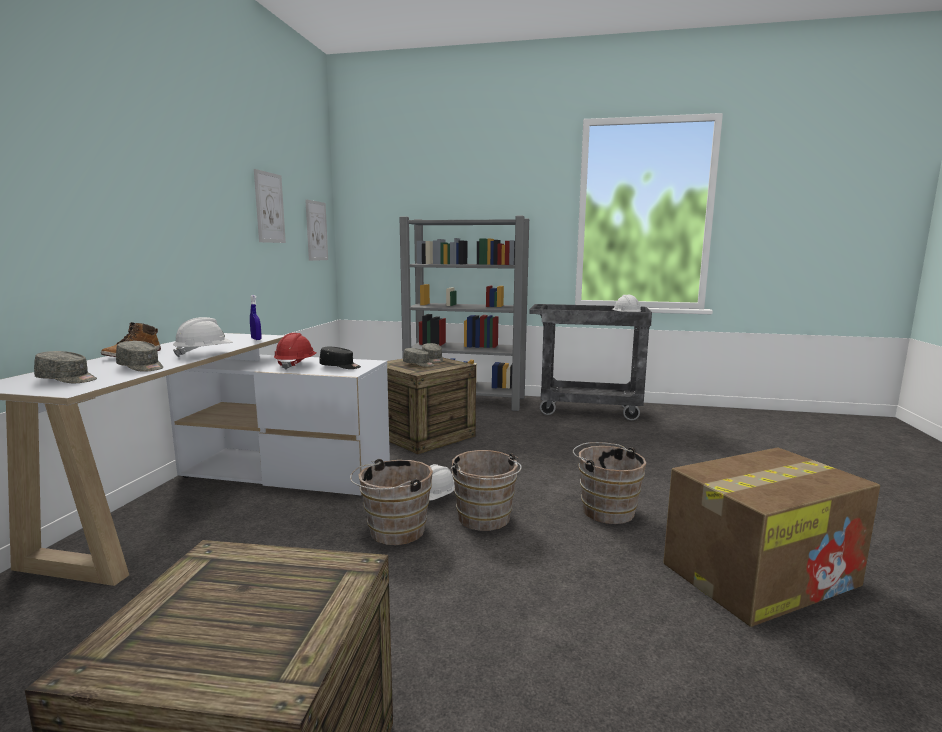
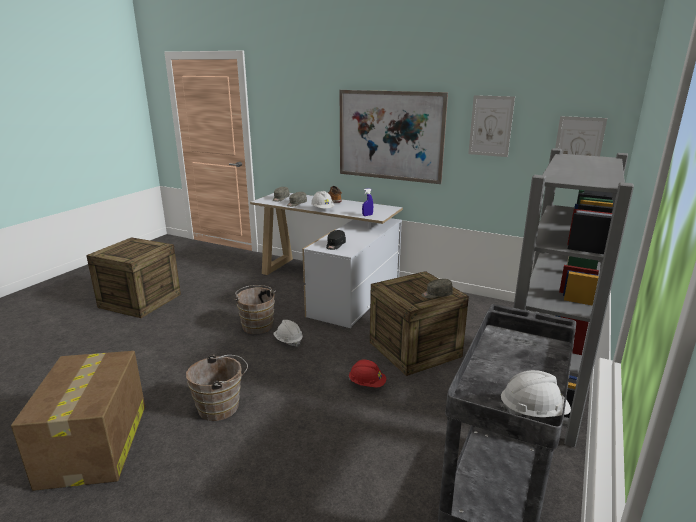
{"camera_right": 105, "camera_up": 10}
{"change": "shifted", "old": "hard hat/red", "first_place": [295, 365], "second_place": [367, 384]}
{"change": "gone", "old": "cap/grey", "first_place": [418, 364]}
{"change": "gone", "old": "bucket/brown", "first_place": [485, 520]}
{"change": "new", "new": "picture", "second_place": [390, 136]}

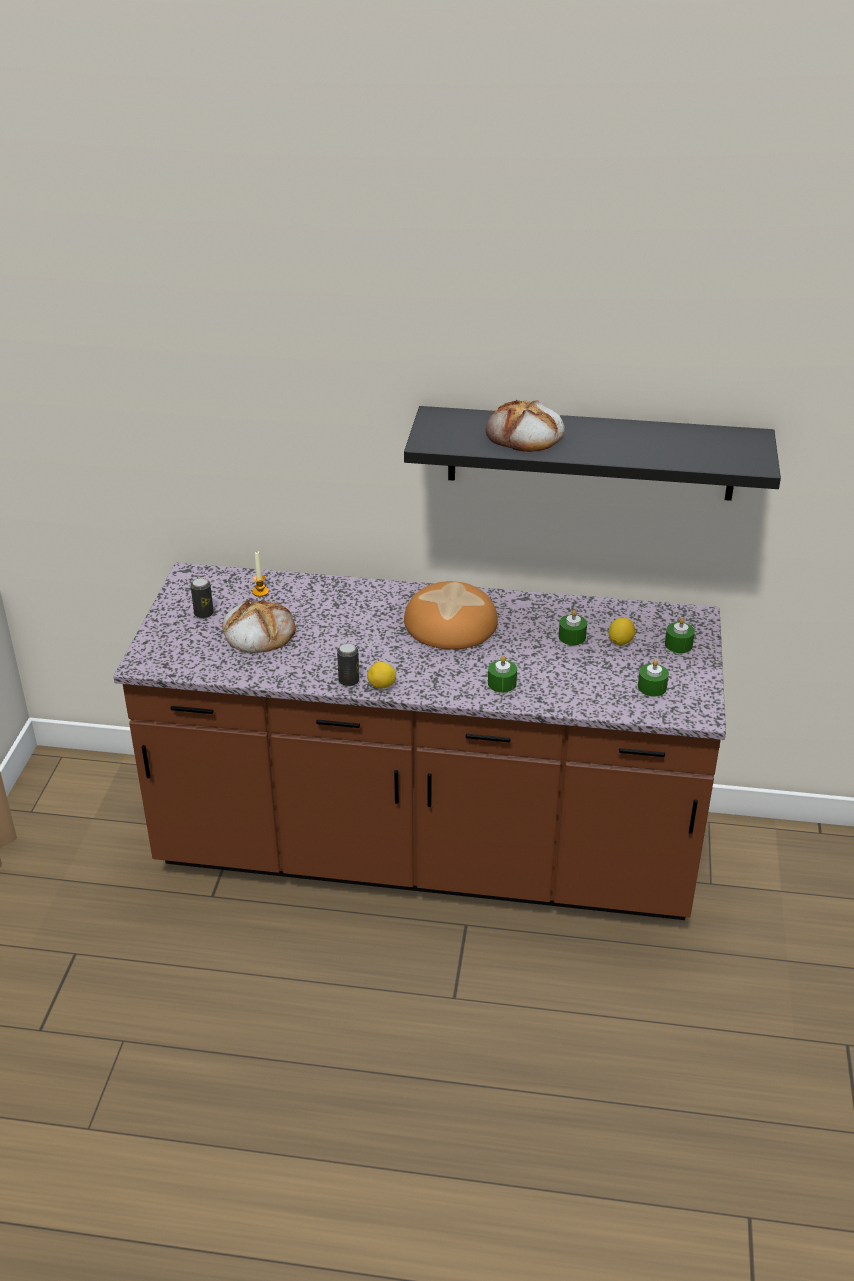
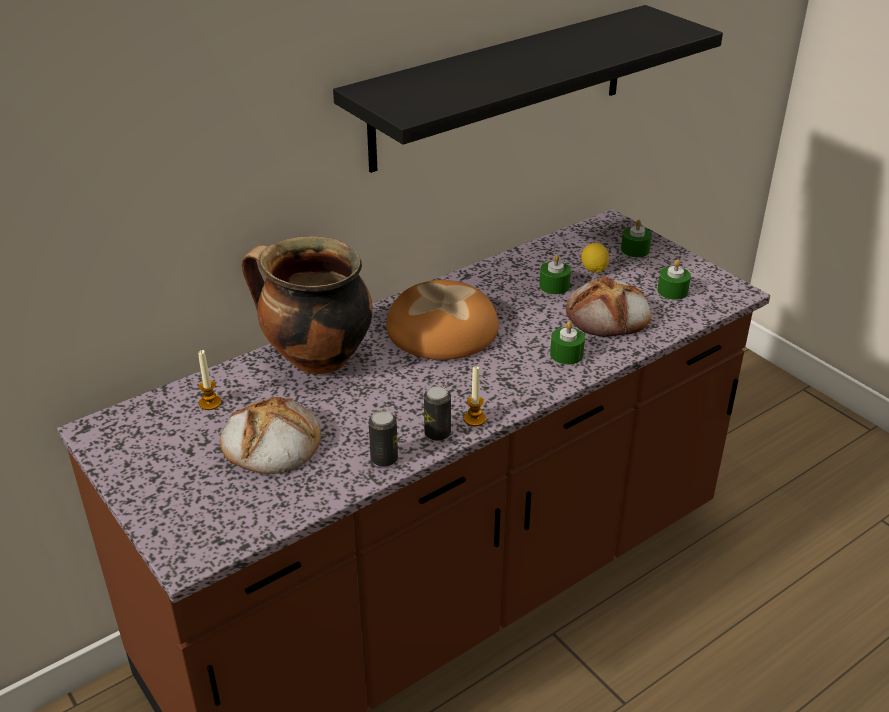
{"camera_right": -45, "camera_up": 0}
{"change": "shifted", "old": "can", "first_place": [204, 613], "second_place": [384, 459]}
{"change": "swapped", "old": "lemon", "new": "candle", "first_place": [382, 686], "second_place": [474, 419]}
{"change": "shifted", "old": "bread", "first_place": [525, 435], "second_place": [609, 315]}
{"change": "new", "new": "cooking pot", "second_place": [315, 359]}

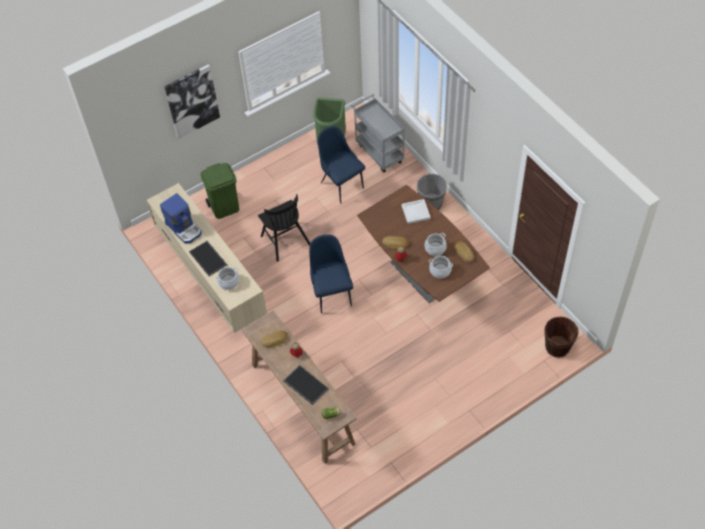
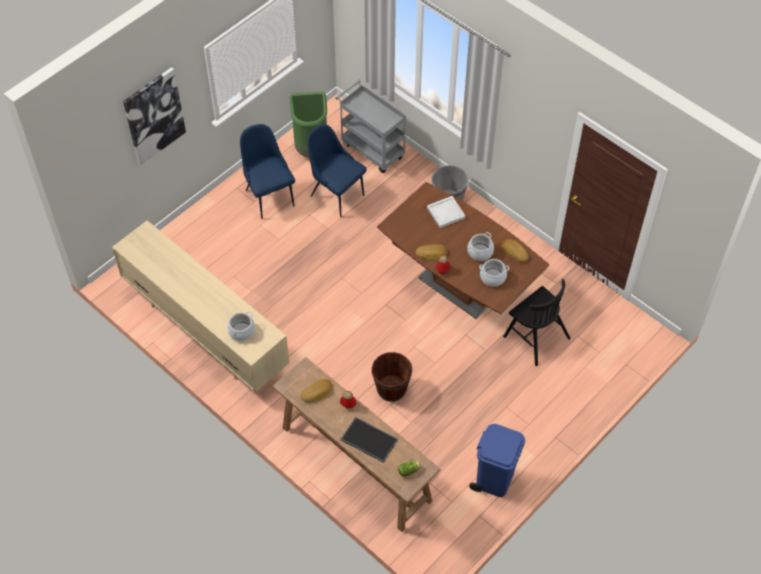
{"camera_right": -15, "camera_up": 0}
{"change": "gone", "old": "coffee machine", "first_place": [184, 228]}
{"change": "gone", "old": "tray", "first_place": [208, 258]}
{"change": "gone", "old": "trash can/green", "first_place": [225, 207]}
{"change": "shifted", "old": "chair/black", "first_place": [284, 238], "second_place": [534, 335]}
{"change": "shifted", "old": "chair/blue", "first_place": [331, 295], "second_place": [269, 198]}
{"change": "shifted", "old": "bucket/brown", "first_place": [557, 347], "second_place": [391, 389]}
{"change": "new", "new": "trash can/blue", "second_place": [494, 478]}

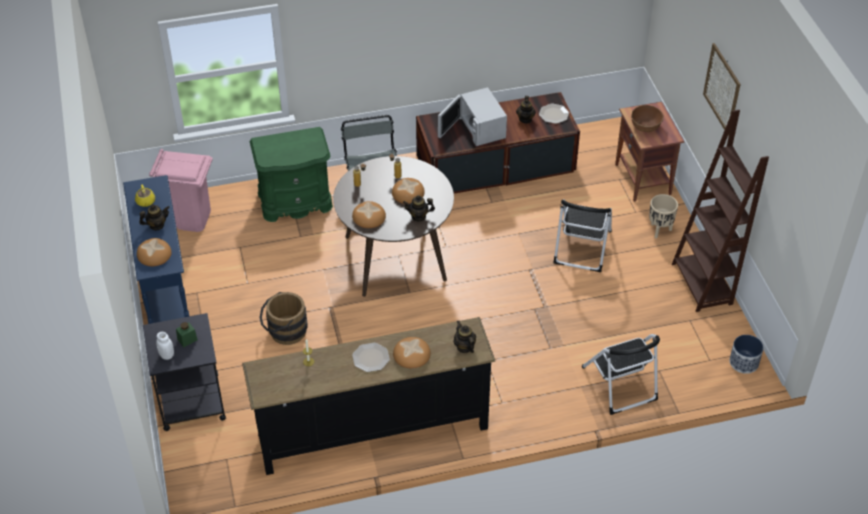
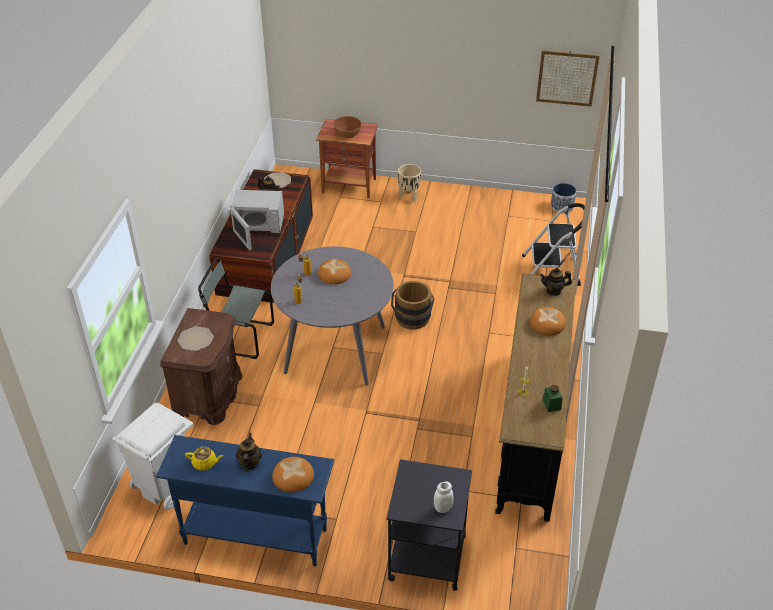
{"camera_right": -65, "camera_up": -5}
{"change": "repainted", "old": "trash can/pink", "new": "trash can/white", "first_place": [189, 218], "second_place": [165, 485]}
{"change": "shifted", "old": "jar/green", "first_place": [187, 339], "second_place": [551, 404]}
{"change": "repainted", "old": "nightstand/green", "new": "nightstand/brown", "first_place": [296, 202], "second_place": [211, 394]}
{"change": "shifted", "old": "bucket/brown", "first_place": [284, 332], "second_place": [412, 320]}
{"change": "repainted", "old": "dining table/brown", "new": "dining table/grey", "first_place": [395, 258], "second_place": [335, 349]}
{"change": "gone", "old": "bread", "first_place": [369, 217]}
{"change": "shifted", "old": "plate", "first_place": [370, 357], "second_place": [195, 339]}
{"change": "gone", "old": "teapot", "first_place": [418, 216]}
{"change": "gone", "old": "step ladder", "first_place": [581, 248]}
{"change": "gone", "old": "bookcase/brown", "first_place": [702, 284]}
{"change": "shifted", "old": "picture", "first_place": [722, 88], "second_place": [567, 77]}

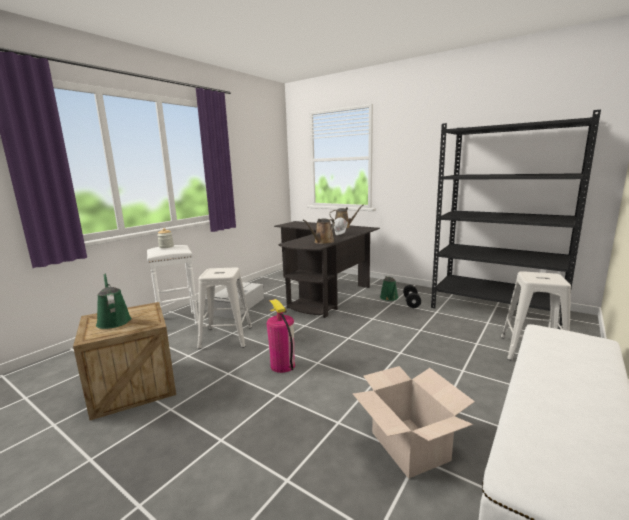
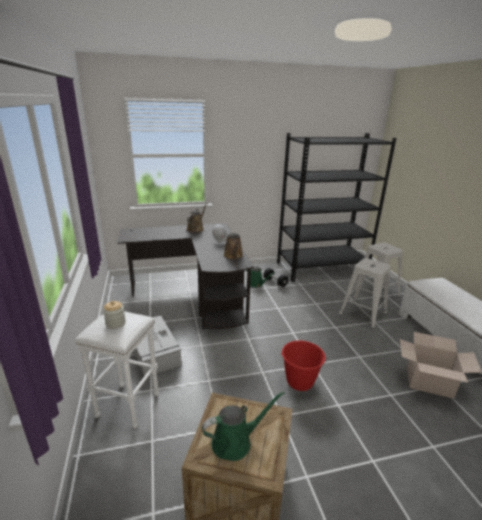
{"camera_right": -50, "camera_up": 10}
{"change": "rotated", "old": "watering can/green", "first_place": [113, 321], "second_place": [235, 441], "degrees": 150}
{"change": "shifted", "old": "stool/white", "first_place": [226, 337], "second_place": [362, 313]}
{"change": "swapped", "old": "fire extinguisher", "new": "bucket/red", "first_place": [282, 365], "second_place": [300, 381]}

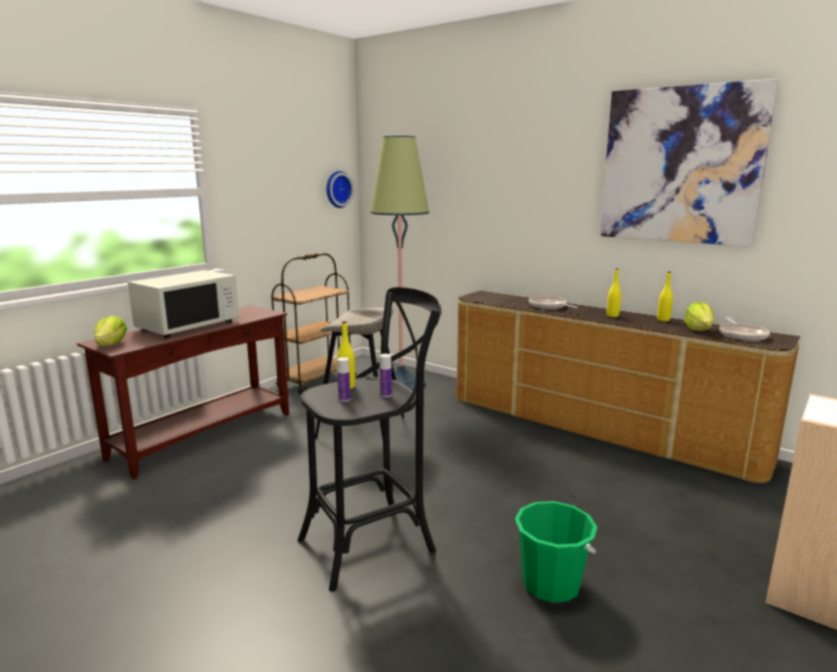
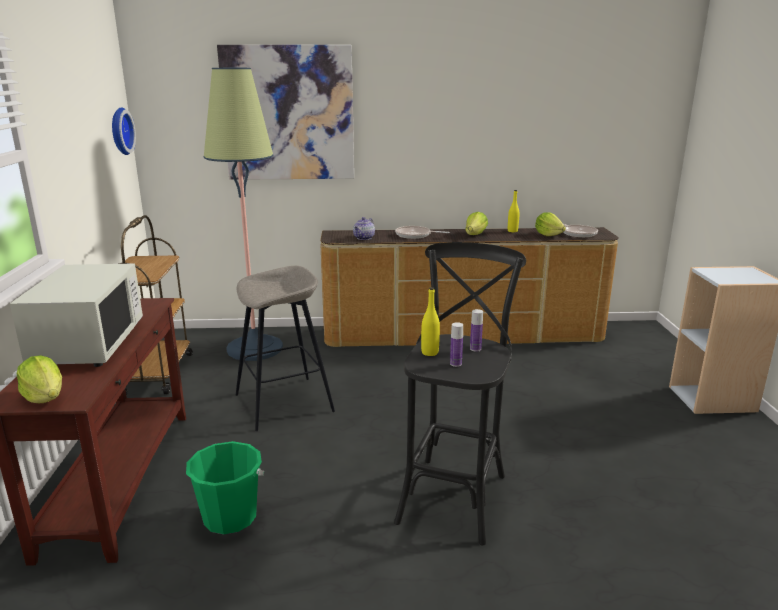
{"camera_right": -40, "camera_up": 5}
{"change": "shifted", "old": "bucket/green", "first_place": [551, 584], "second_place": [230, 517]}
{"change": "shifted", "old": "picture", "first_place": [680, 165], "second_place": [288, 114]}
{"change": "swapped", "old": "bottle/yellow", "new": "lettuce", "first_place": [612, 315], "second_place": [475, 234]}
{"change": "new", "new": "teapot", "second_place": [364, 238]}

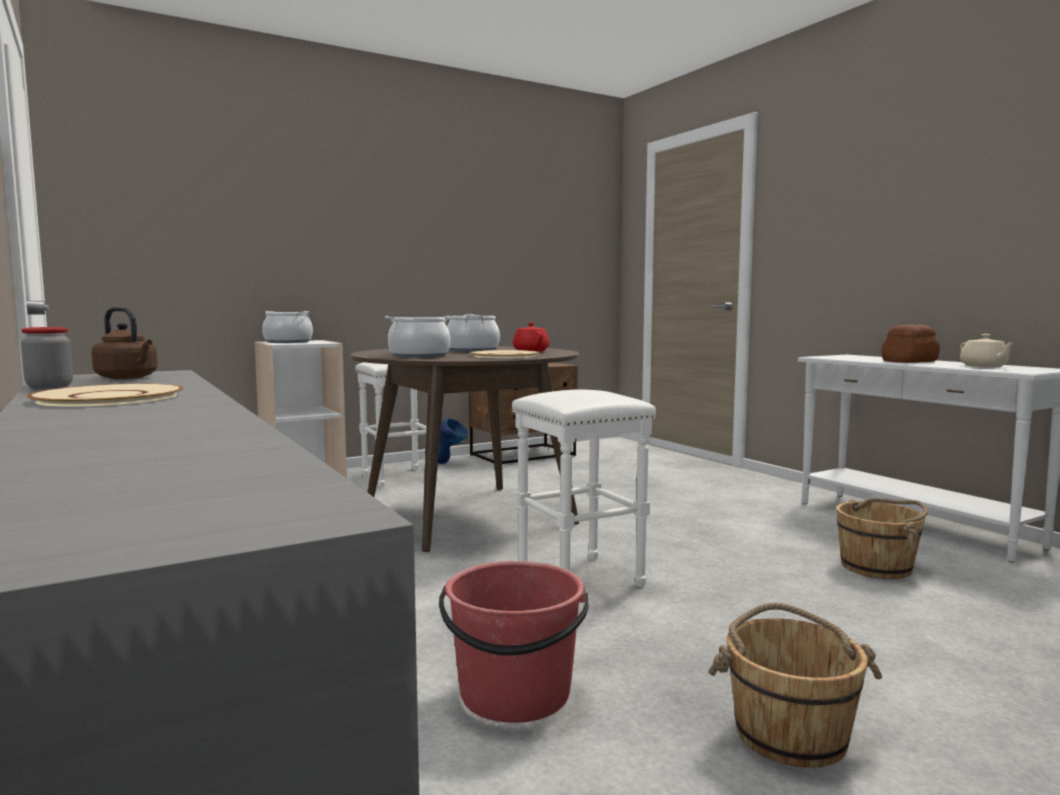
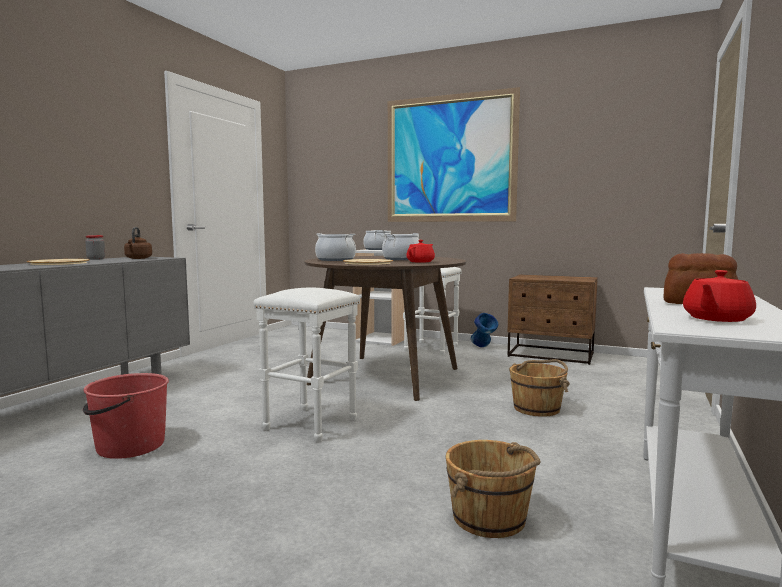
{"camera_right": 55, "camera_up": 0}
{"change": "shifted", "old": "bucket/brown", "first_place": [790, 733], "second_place": [537, 408]}
{"change": "repainted", "old": "teapot/beige", "new": "teapot/red", "first_place": [984, 366], "second_place": [716, 319]}
{"change": "new", "new": "picture", "second_place": [449, 159]}

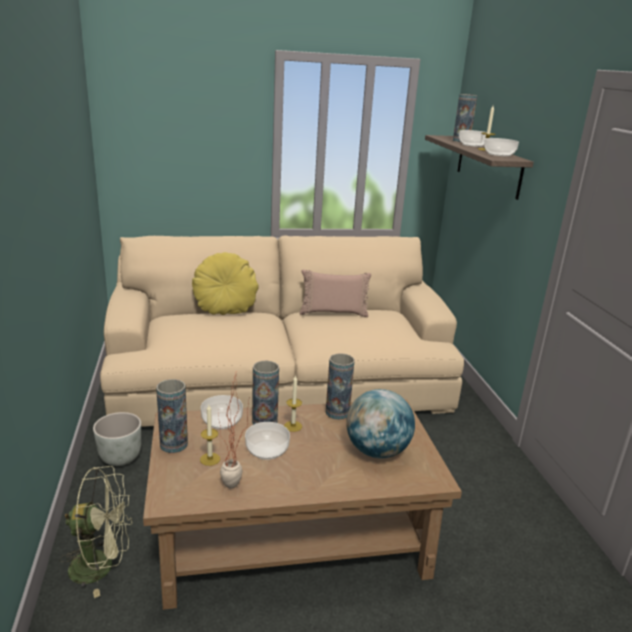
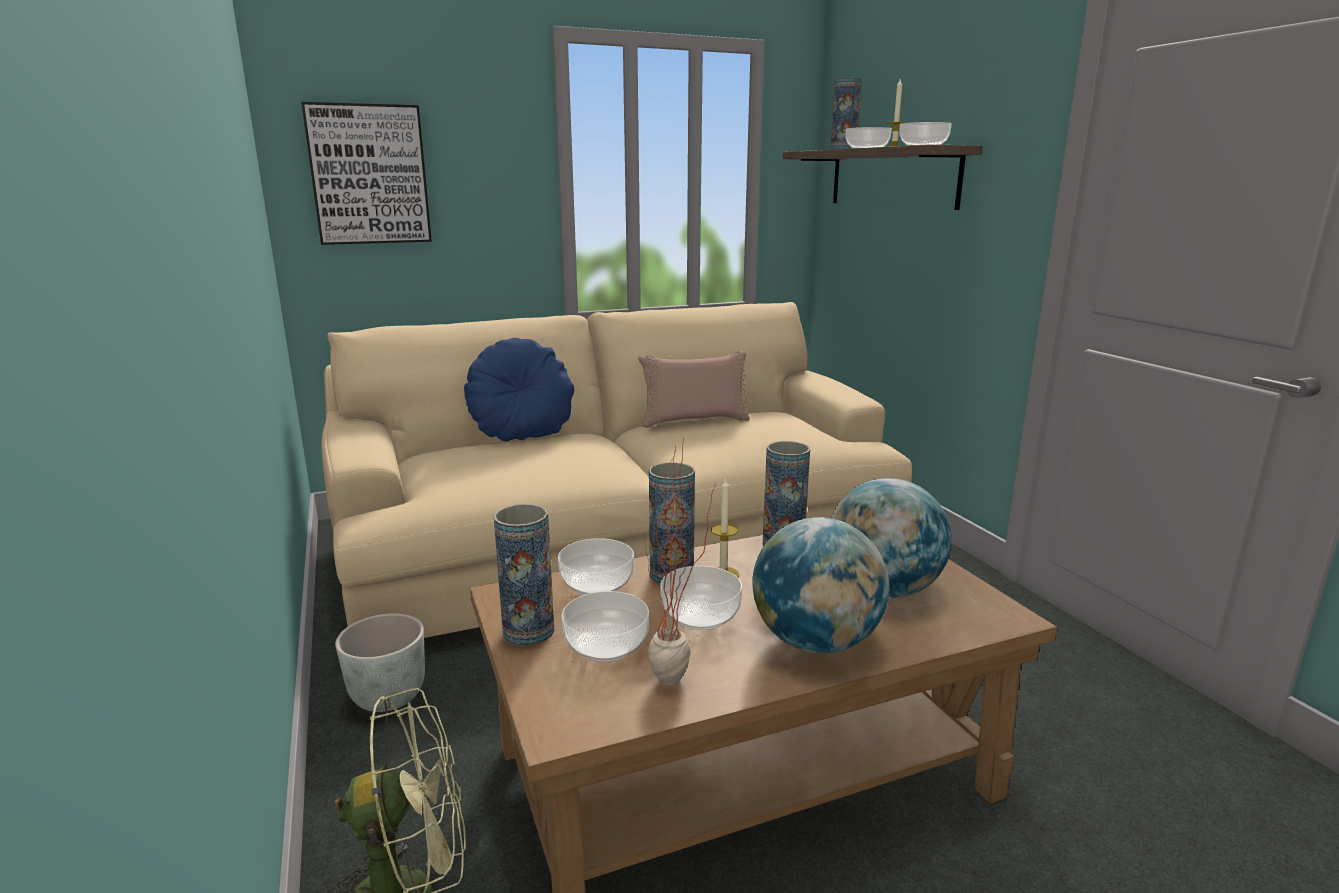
{"camera_right": -10, "camera_up": -5}
{"change": "repainted", "old": "pillow/yellow", "new": "pillow/blue", "first_place": [225, 311], "second_place": [522, 436]}
{"change": "swapped", "old": "candle", "new": "bowl", "first_place": [210, 459], "second_place": [607, 644]}
{"change": "new", "new": "picture", "second_place": [369, 175]}
{"change": "new", "new": "globe", "second_place": [815, 642]}

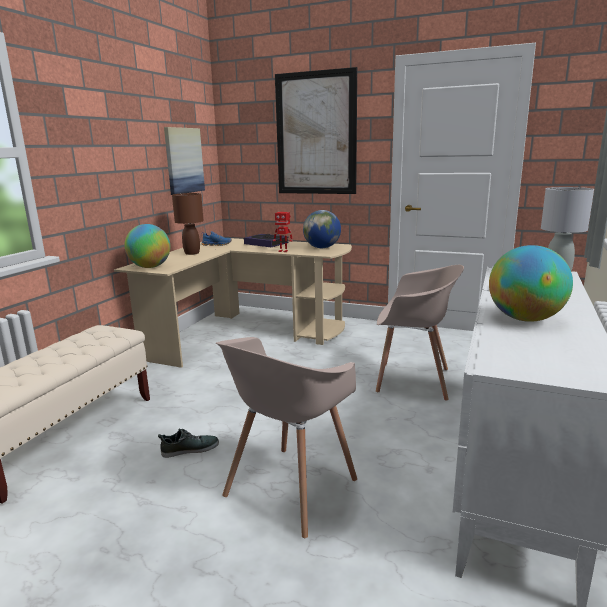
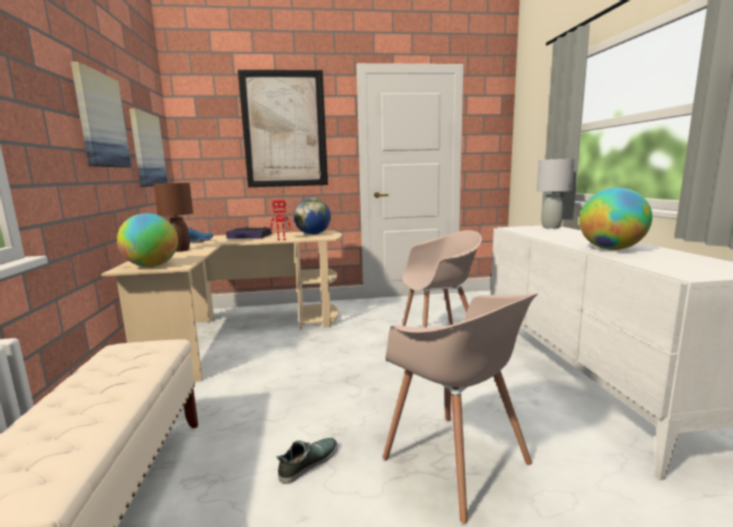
{"camera_right": -30, "camera_up": -5}
{"change": "rotated", "old": "chair/beige", "first_place": [290, 489], "second_place": [456, 463], "degrees": -45}
{"change": "new", "new": "picture", "second_place": [101, 120]}

